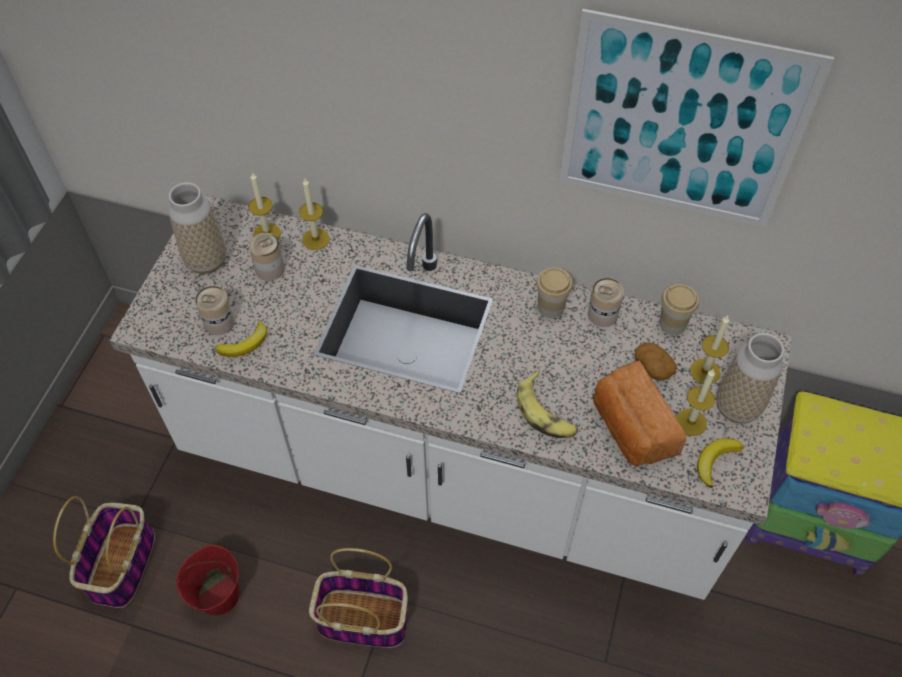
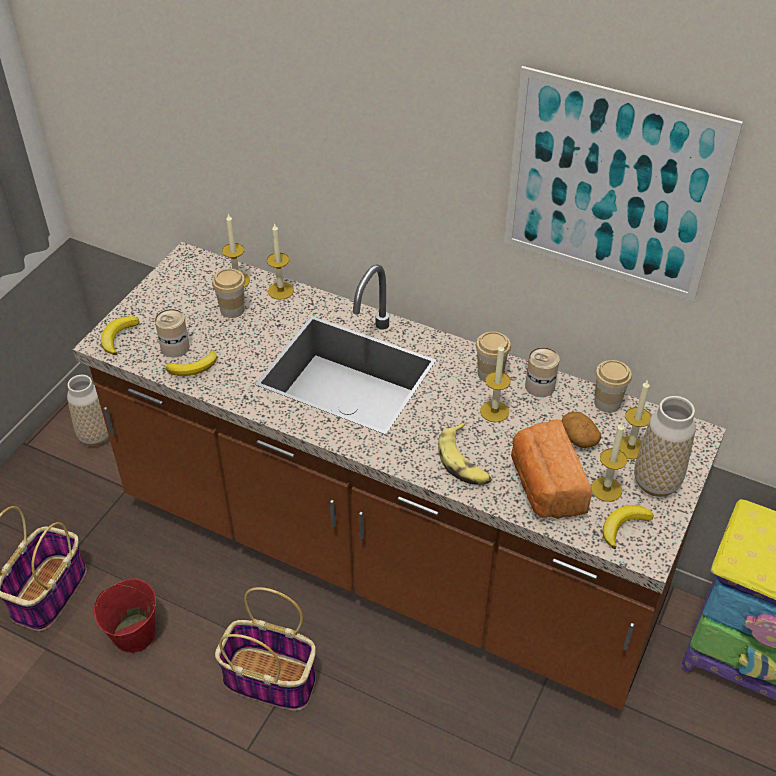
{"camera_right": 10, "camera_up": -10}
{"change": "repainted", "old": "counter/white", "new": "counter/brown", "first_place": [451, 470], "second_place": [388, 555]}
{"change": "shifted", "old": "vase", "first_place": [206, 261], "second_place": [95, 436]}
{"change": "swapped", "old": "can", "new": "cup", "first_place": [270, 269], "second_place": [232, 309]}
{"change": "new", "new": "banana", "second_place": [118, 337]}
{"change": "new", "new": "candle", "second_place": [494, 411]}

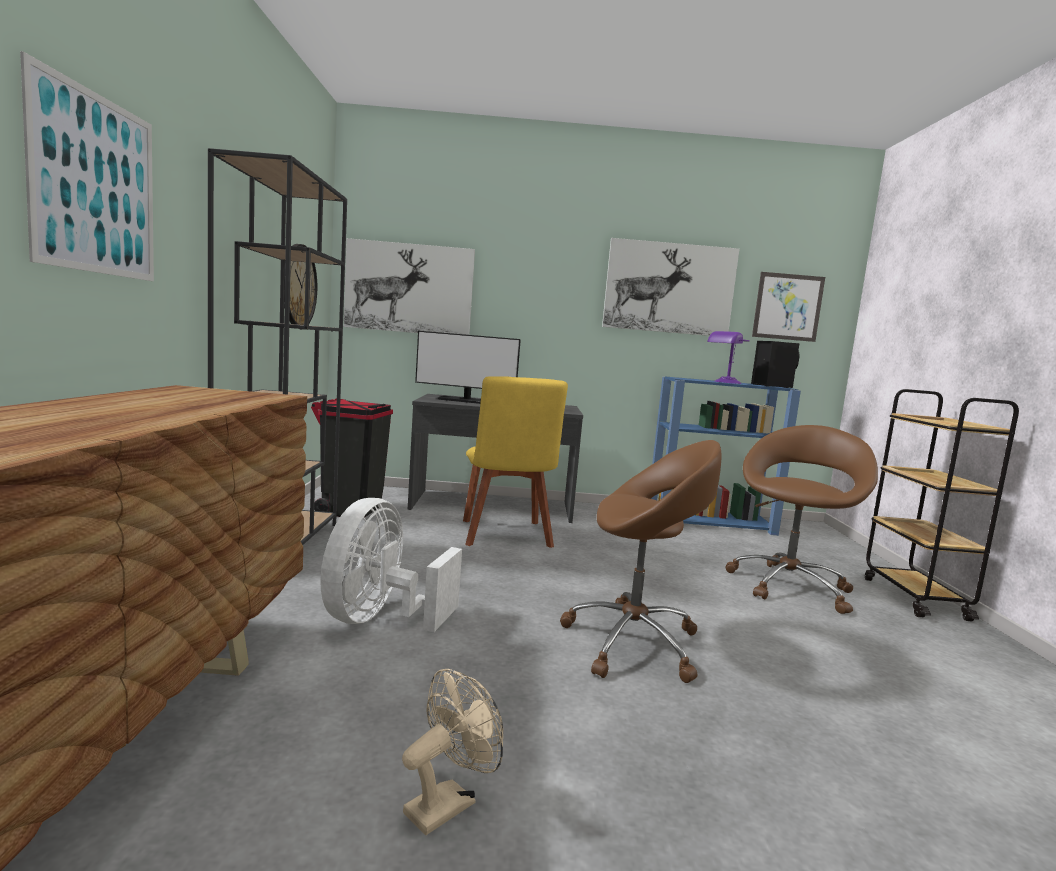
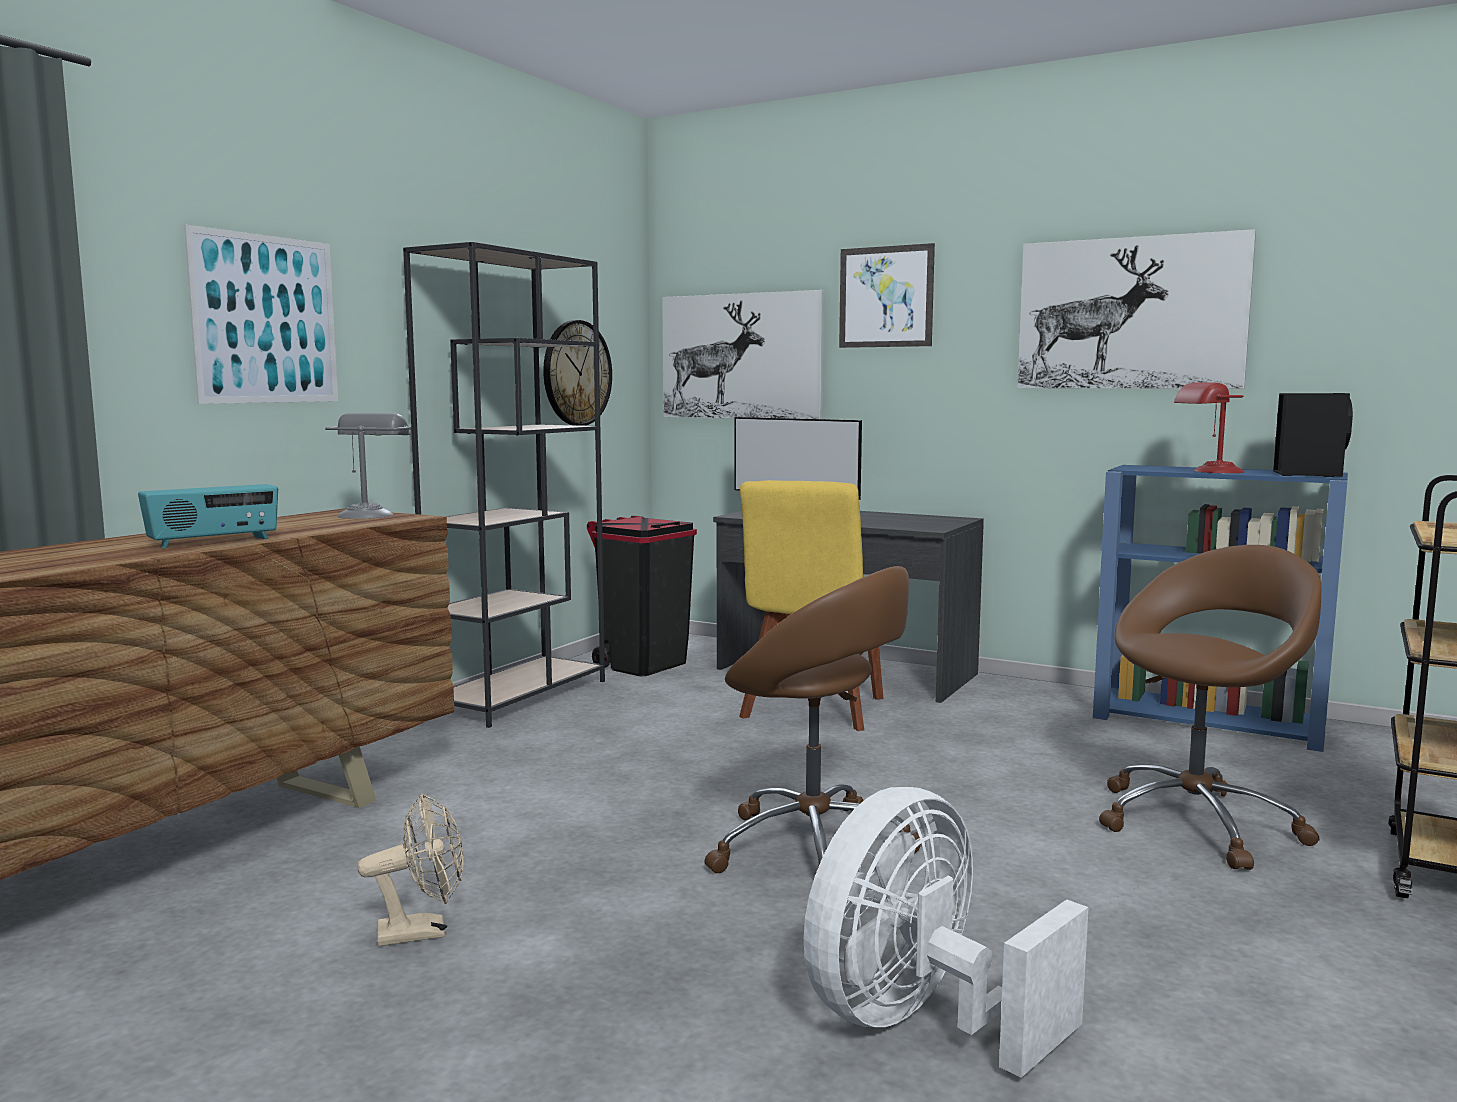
{"camera_right": 30, "camera_up": 0}
{"change": "shifted", "old": "fan/white", "first_place": [380, 619], "second_place": [921, 1022]}
{"change": "repainted", "old": "table lamp/purple", "new": "table lamp/red", "first_place": [724, 382], "second_place": [1209, 471]}
{"change": "shifted", "old": "picture", "first_place": [787, 307], "second_place": [886, 297]}
{"change": "new", "new": "radio", "second_place": [214, 542]}
{"change": "new", "new": "table lamp/grey", "second_place": [369, 514]}

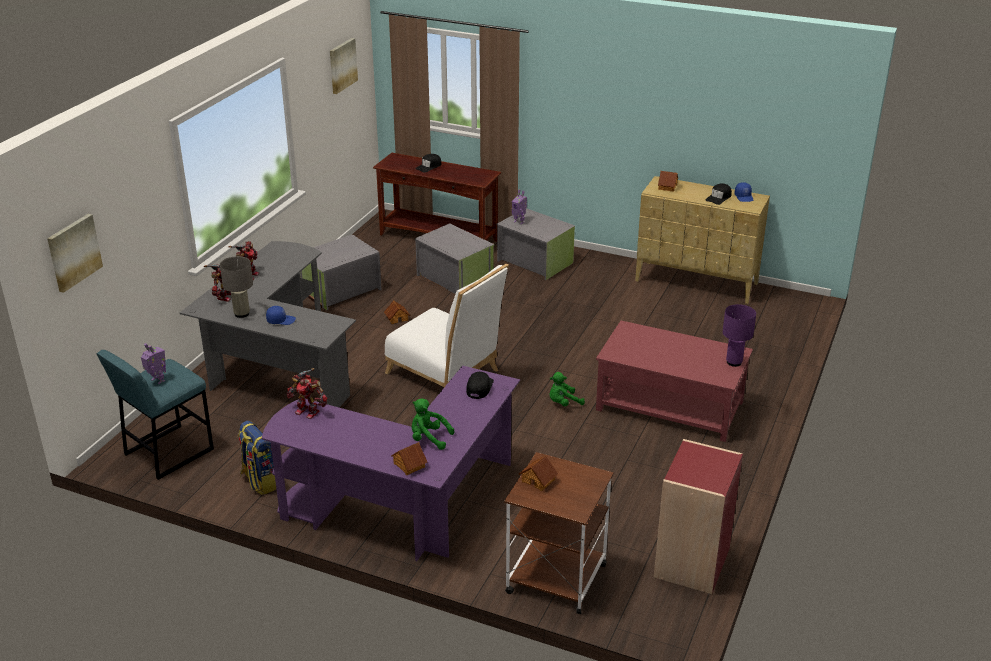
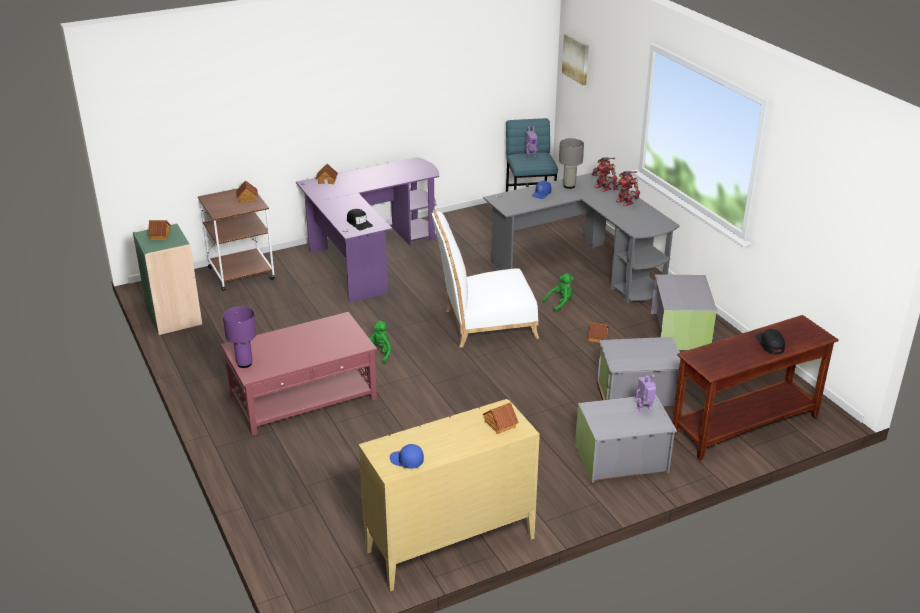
{"camera_right": 130, "camera_up": 0}
{"change": "gone", "old": "backpack", "first_place": [260, 481]}
{"change": "gone", "old": "toy robot", "first_place": [308, 411]}
{"change": "gone", "old": "picture", "first_place": [342, 65]}
{"change": "shifted", "old": "plush toy/green", "first_place": [429, 439], "second_place": [560, 303]}
{"change": "repainted", "old": "bookcase/red", "new": "bookcase/green", "first_place": [692, 563], "second_place": [173, 317]}
{"change": "gone", "old": "cap/black", "first_place": [719, 198]}
{"change": "new", "new": "toy house", "second_place": [160, 235]}

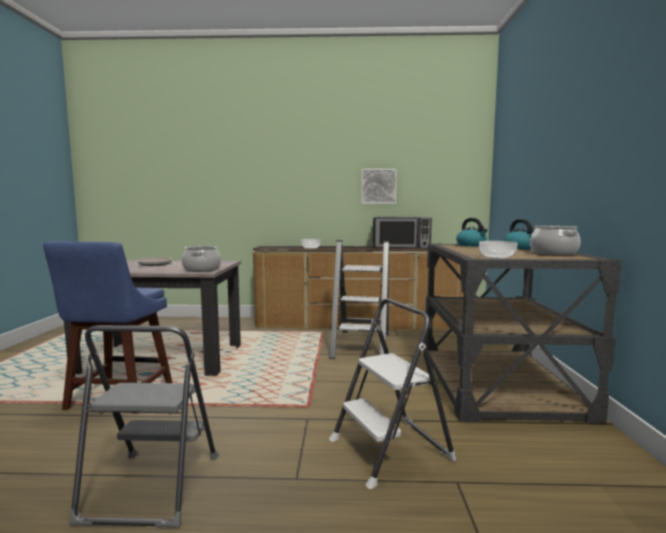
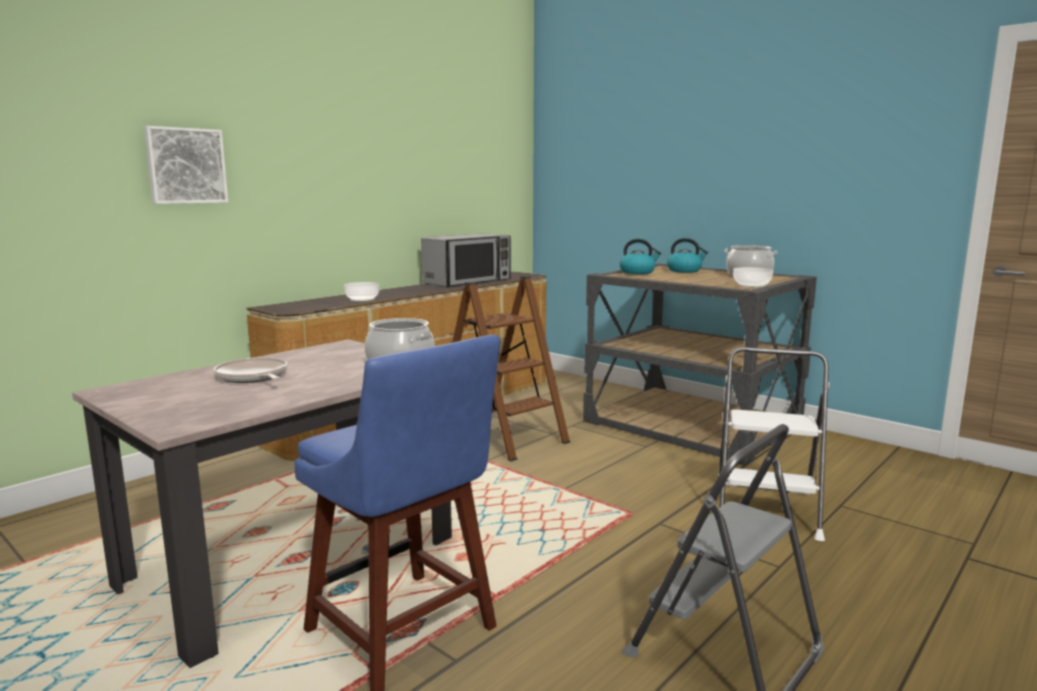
{"camera_right": -50, "camera_up": 5}
{"change": "repainted", "old": "step ladder/grey", "new": "step ladder/brown", "first_place": [361, 345], "second_place": [499, 433]}
{"change": "shifted", "old": "picture", "first_place": [378, 186], "second_place": [185, 166]}

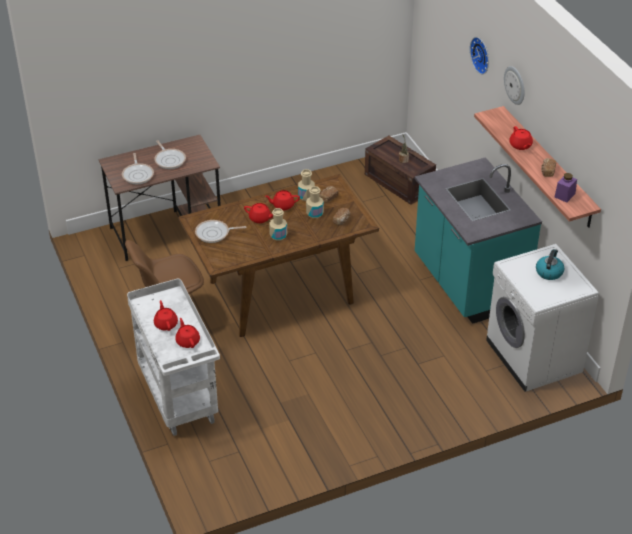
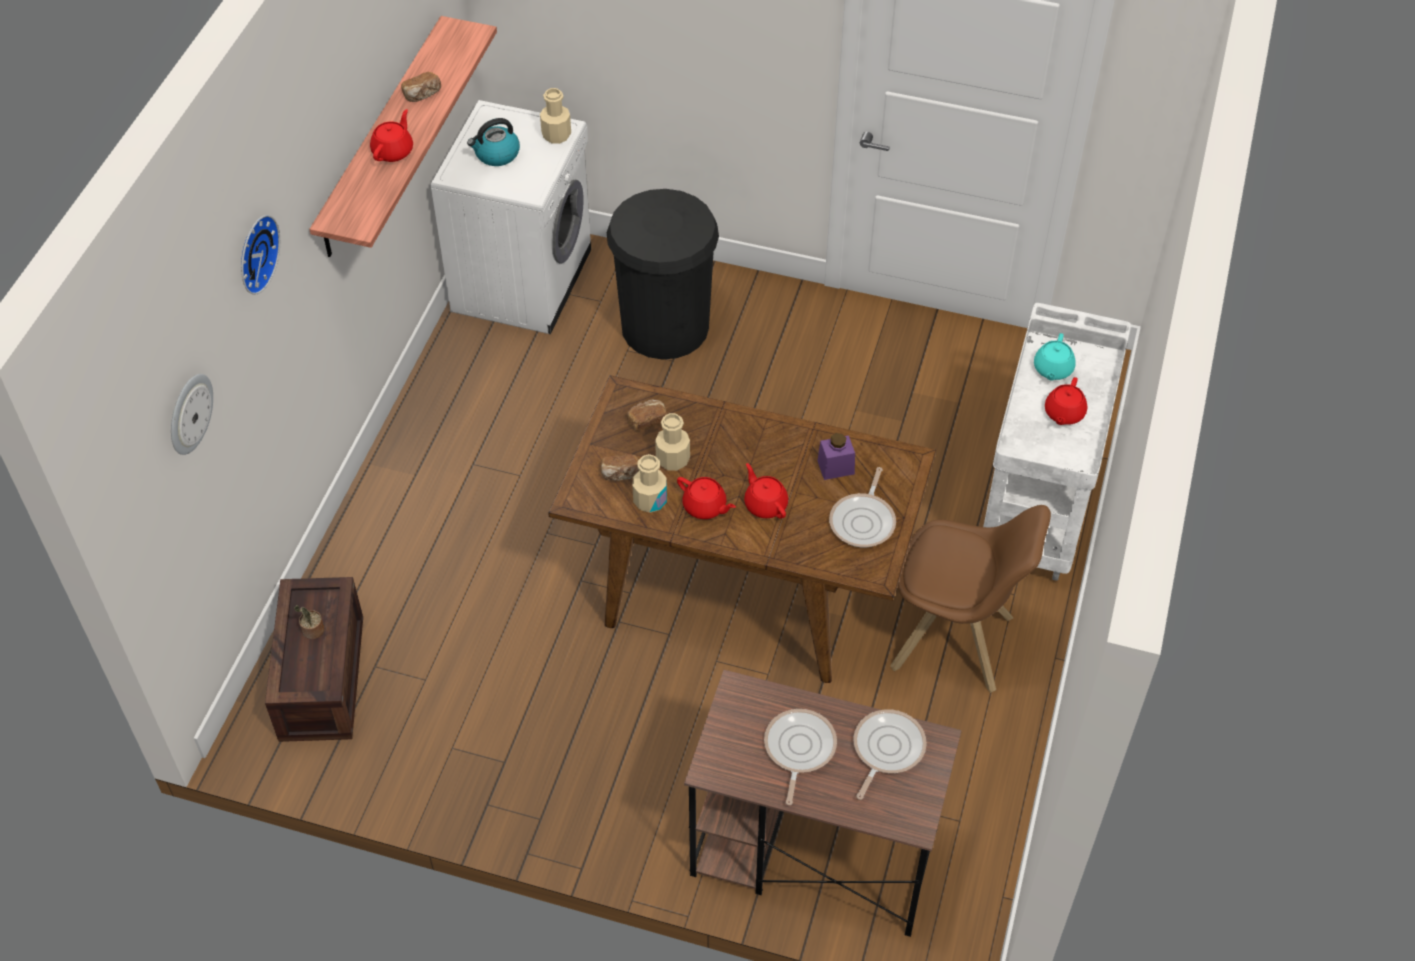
{"camera_right": -140, "camera_up": 10}
{"change": "repainted", "old": "teapot/red", "new": "teapot/turquoise", "first_place": [188, 341], "second_place": [1052, 369]}
{"change": "rotated", "old": "frying pan", "first_place": [214, 233], "second_place": [864, 521], "degrees": 75}
{"change": "shifted", "old": "bottle/beige", "first_place": [278, 235], "second_place": [556, 135]}
{"change": "gone", "old": "counter/turquoise", "first_place": [467, 283]}
{"change": "shifted", "old": "wall clock", "first_place": [515, 85], "second_place": [189, 413]}
{"change": "shifted", "old": "jar/purple", "first_place": [564, 195], "second_place": [835, 467]}
{"change": "new", "new": "trash can/black", "second_place": [665, 326]}

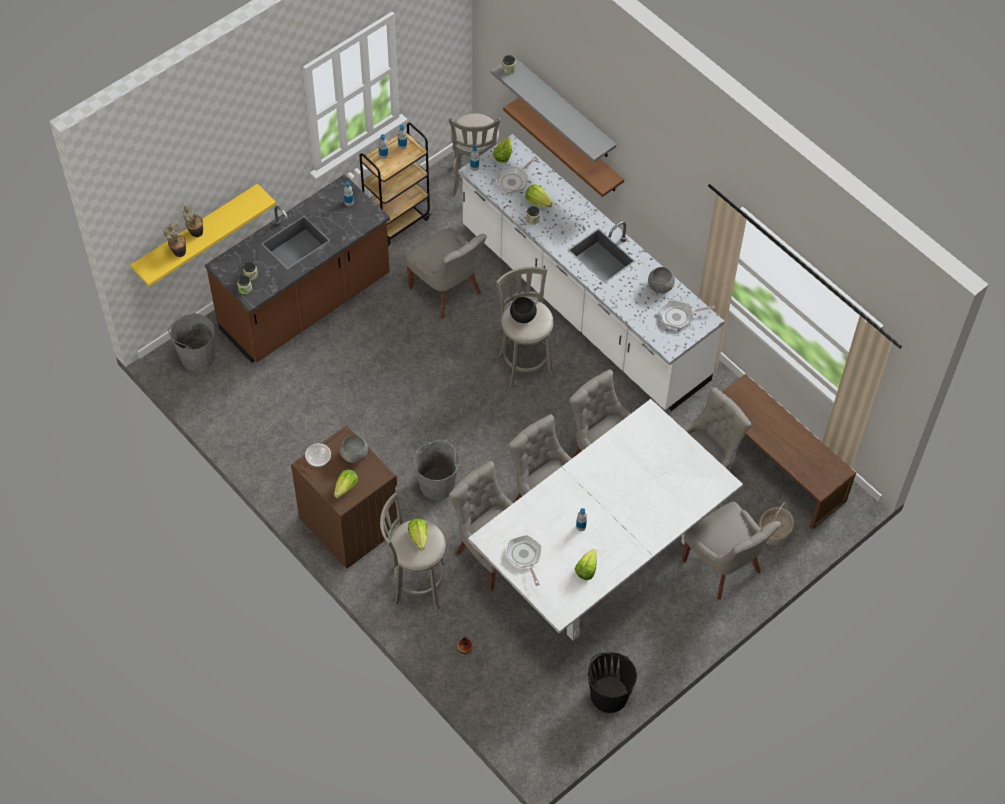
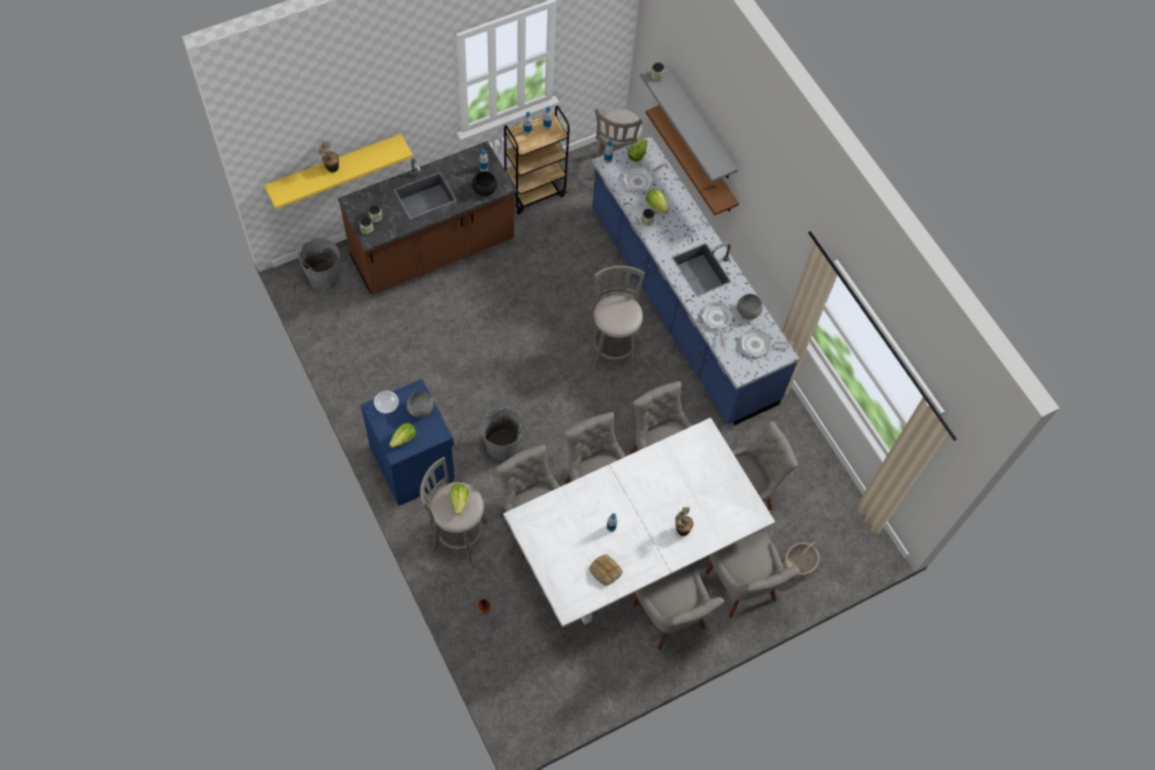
{"camera_right": 10, "camera_up": 5}
{"change": "shifted", "old": "potted plant", "first_place": [178, 252], "second_place": [681, 529]}
{"change": "repainted", "old": "washing machine/brown", "new": "washing machine/blue", "first_place": [350, 523], "second_place": [414, 463]}
{"change": "shifted", "old": "chair/grey", "first_place": [447, 291], "second_place": [670, 617]}
{"change": "repainted", "old": "counter/white", "new": "counter/blue", "first_place": [582, 304], "second_place": [680, 306]}
{"change": "shifted", "old": "frying pan", "first_place": [524, 557], "second_place": [717, 320]}
{"change": "shifted", "old": "bowl/black", "first_place": [523, 316], "second_place": [485, 189]}
{"change": "swapped", "old": "lettuce", "new": "bread", "first_place": [586, 569], "second_place": [604, 571]}
{"change": "gone", "old": "bucket/black", "first_place": [609, 695]}
{"change": "gone", "old": "bench/brown", "first_place": [776, 465]}

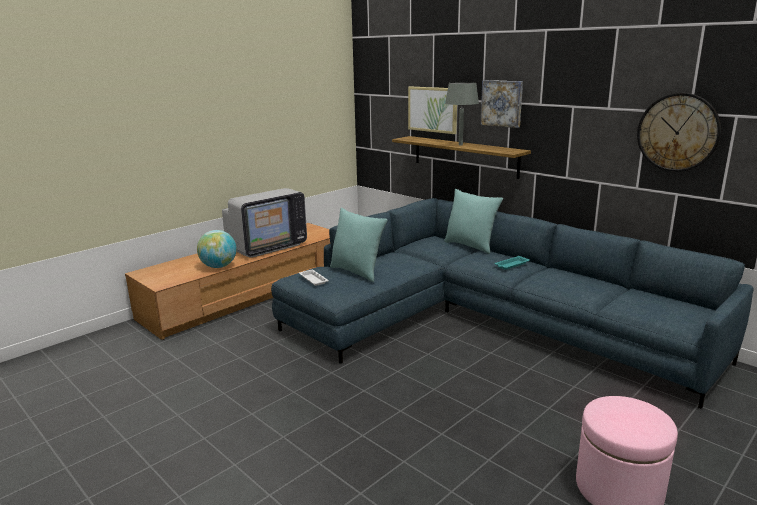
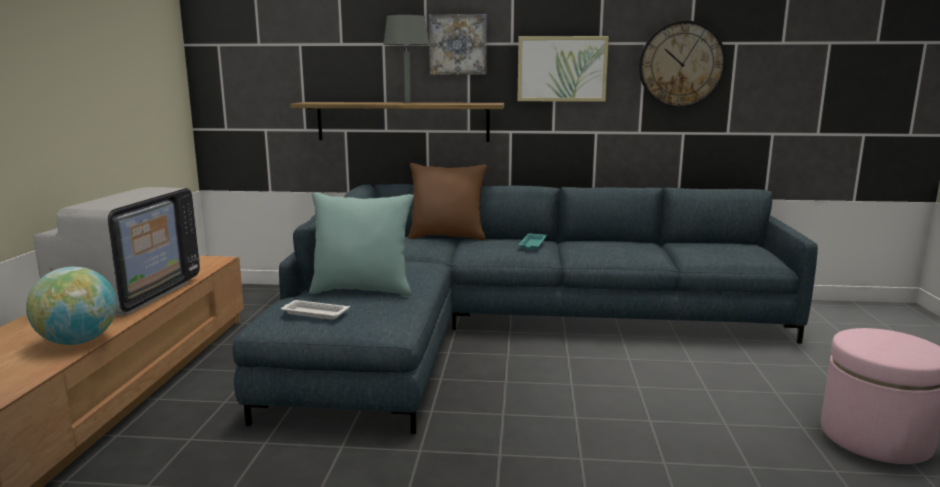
{"camera_right": -40, "camera_up": -5}
{"change": "shifted", "old": "picture", "first_place": [433, 109], "second_place": [562, 69]}
{"change": "repainted", "old": "pillow/turquoise", "new": "pillow/brown", "first_place": [470, 246], "second_place": [447, 237]}

